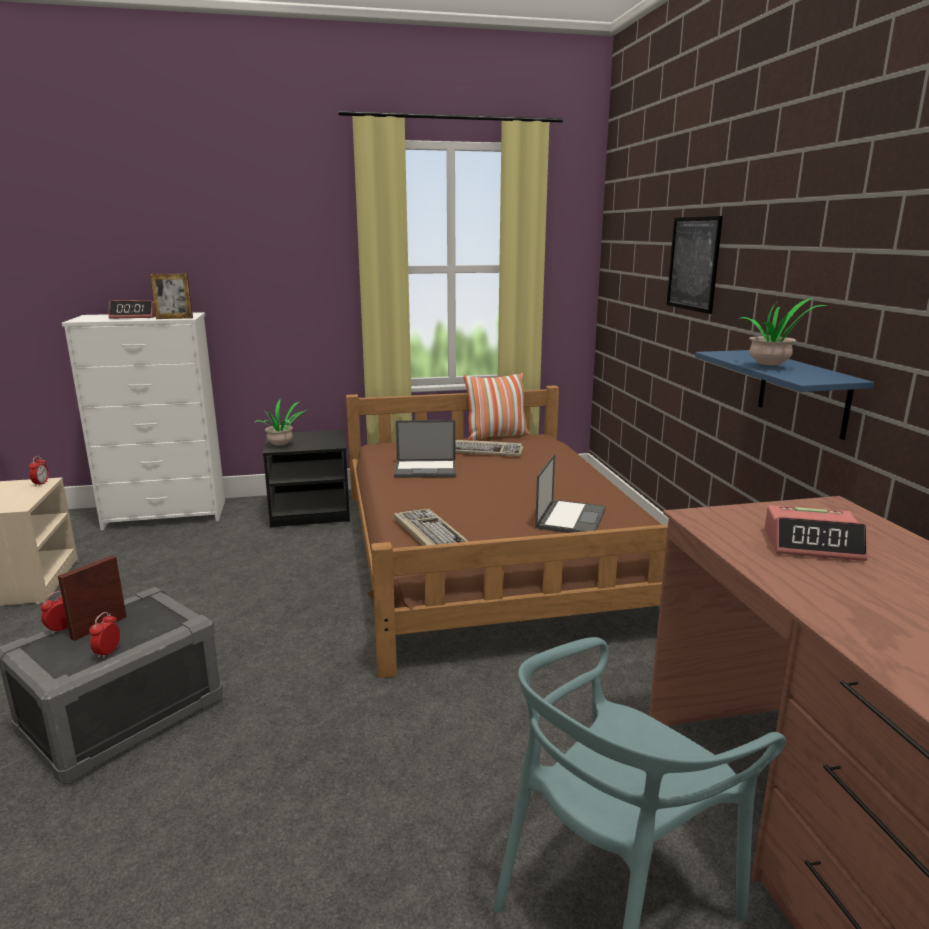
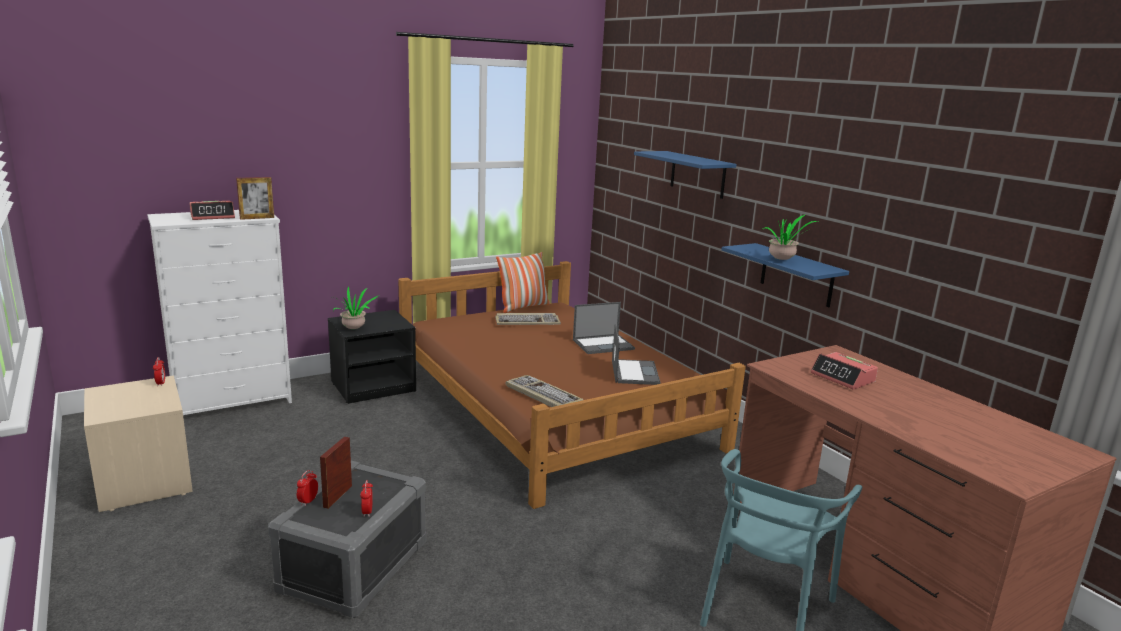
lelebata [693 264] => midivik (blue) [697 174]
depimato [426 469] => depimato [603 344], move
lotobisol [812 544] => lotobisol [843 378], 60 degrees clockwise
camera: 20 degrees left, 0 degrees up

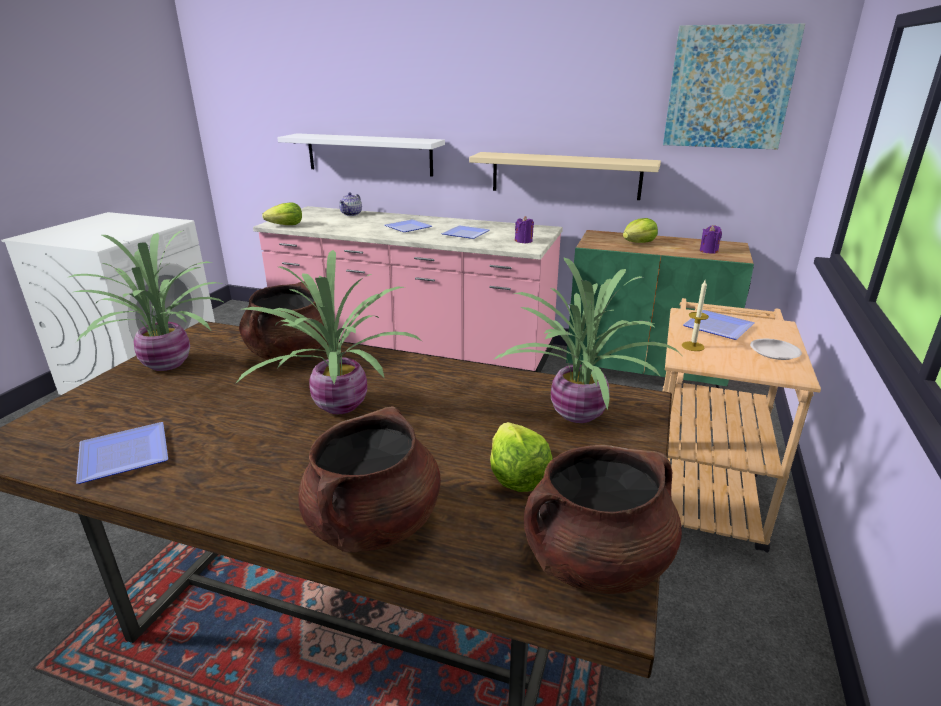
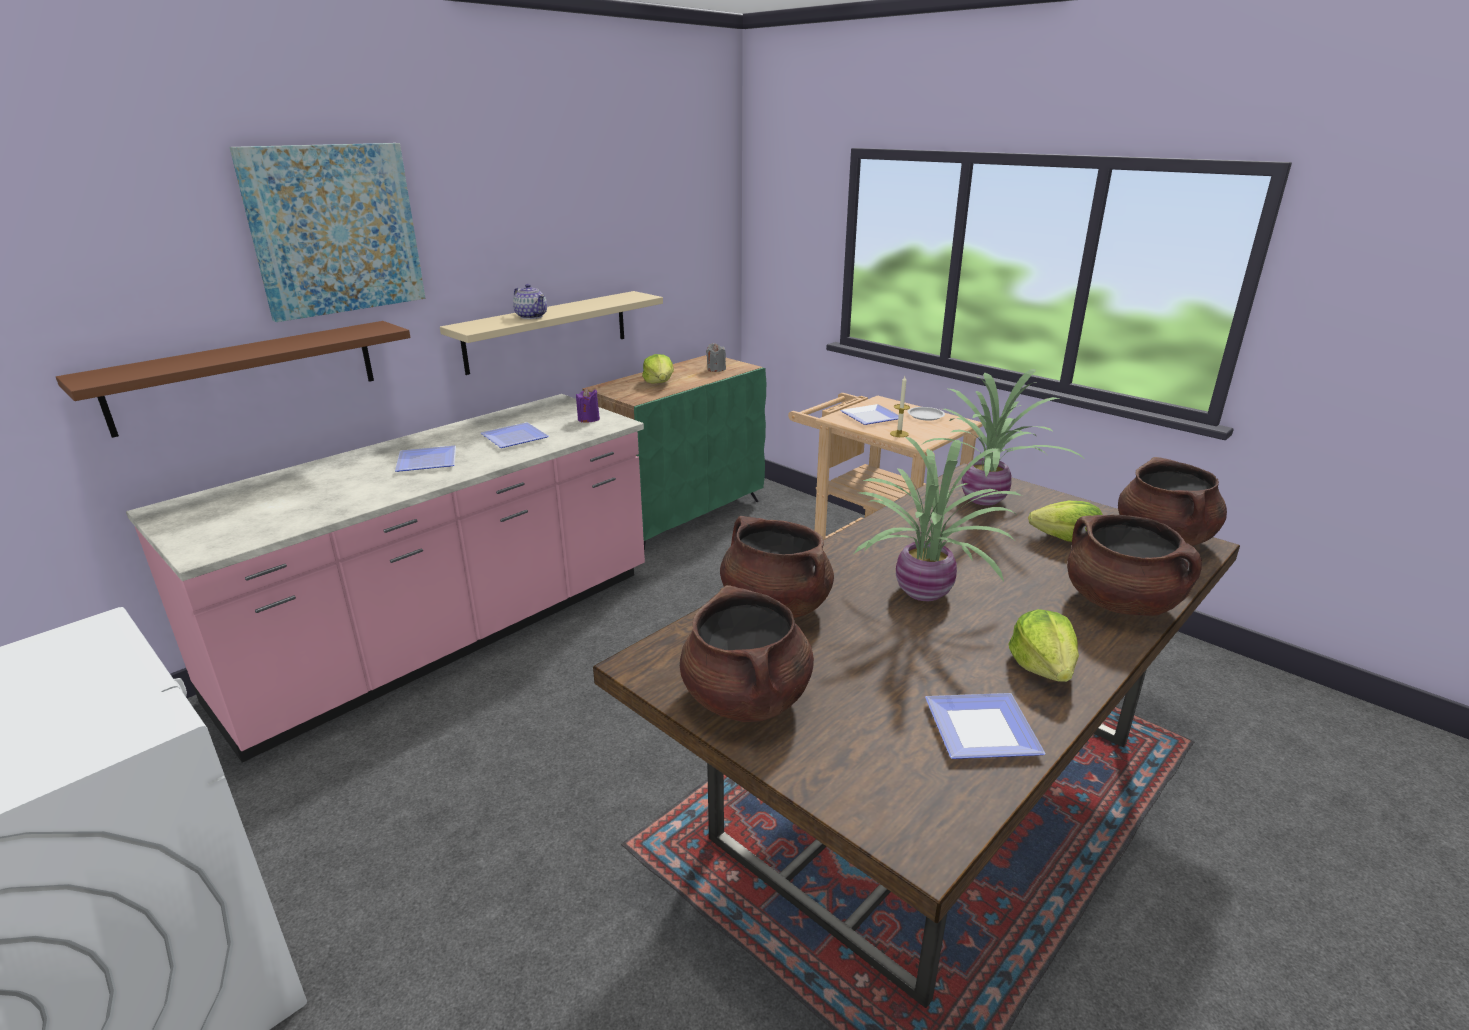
lelebata [728 88] => lelebata [335 230], move
midivik (white) [369 154] => midivik (brown) [246 376]
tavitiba [351 214] => tavitiba [531 316], move
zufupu [286 225] => zufupu [1043 667], move
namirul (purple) [708 251] => namirul (grey) [716 369]
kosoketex [167 365] => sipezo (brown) [746 698]
camera: 65 degrees left, 0 degrees up

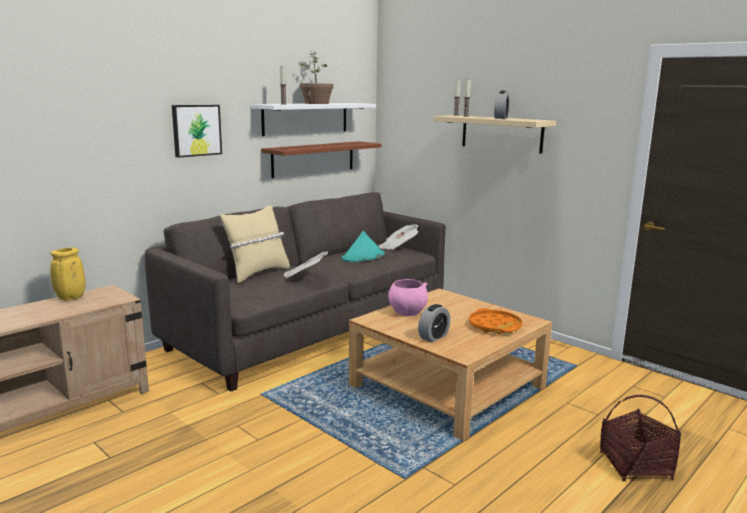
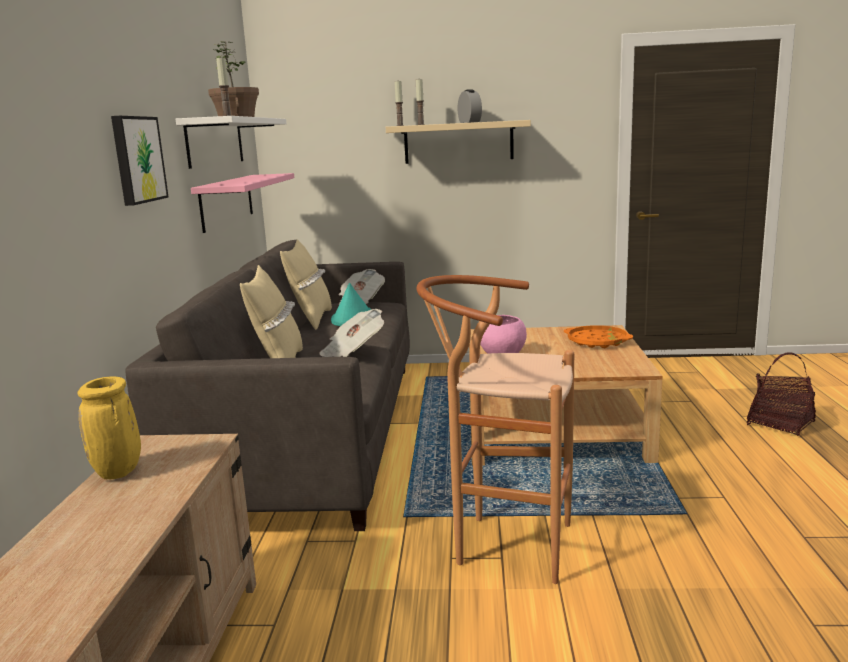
midivik (brown) [313 159] => midivik (pink) [227 201]
lotobisol [433 337] => nothing
nothing => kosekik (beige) [310 320]
nothing => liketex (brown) [502 544]
camera: 40 degrees left, 0 degrees up

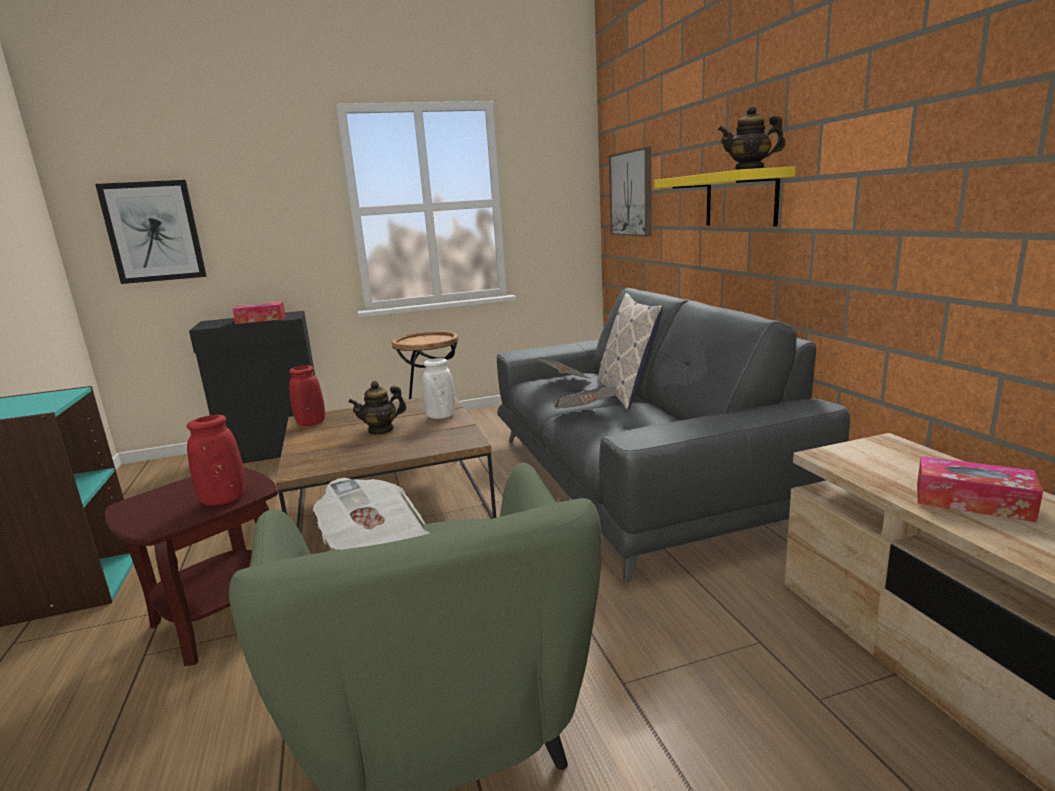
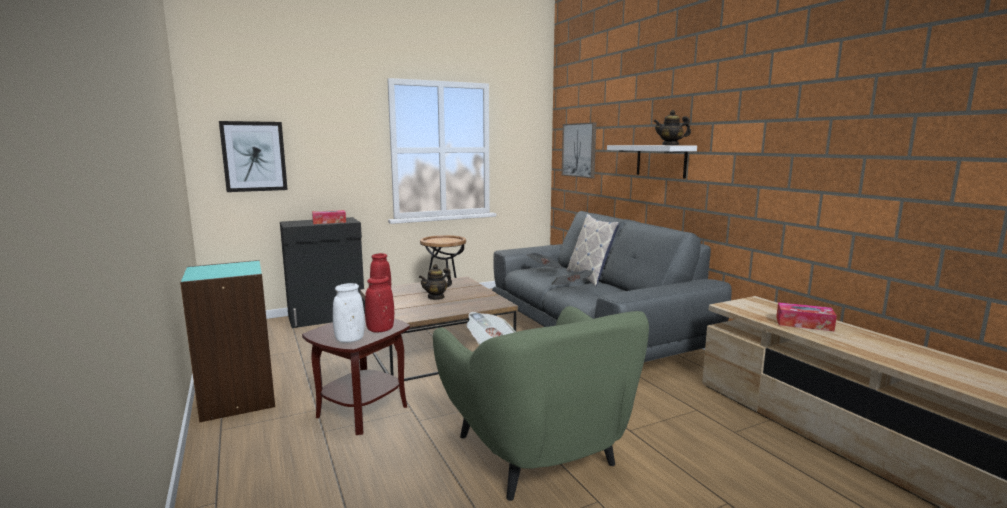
midivik (yellow) [740 199] => midivik (white) [661 160]
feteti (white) [441 416] => feteti (white) [350 340], move
camera: 10 degrees left, 5 degrees down

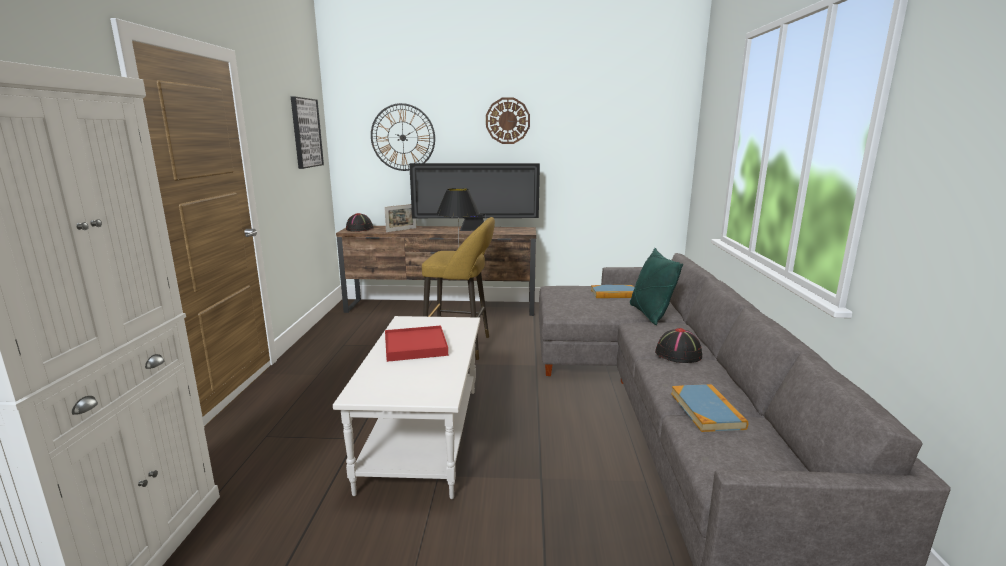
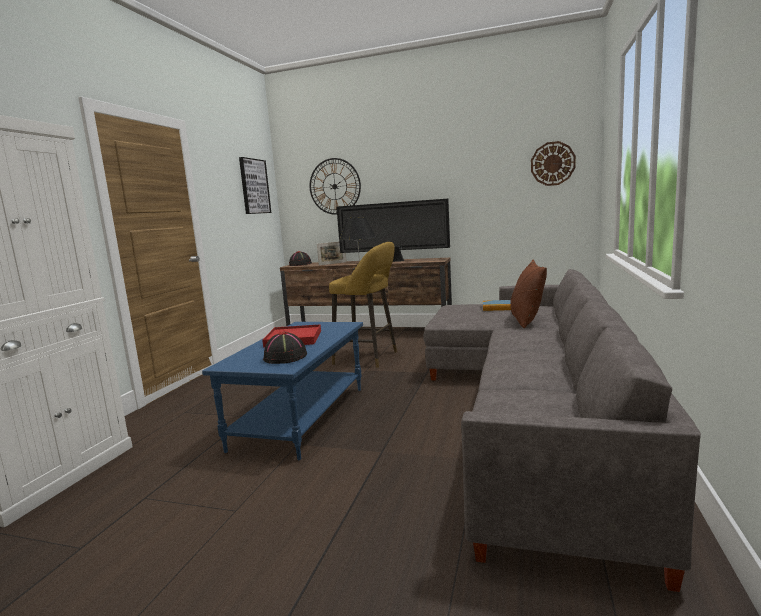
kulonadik [507 121] => kulonadik [552 163], move
kosekik (green) [650 314] => kosekik (brown) [526 321]
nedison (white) [424 436] => nedison (blue) [302 417]
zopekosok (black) [678 354] => zopekosok (black) [285 357], move
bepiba [707 410] => nothing
camera: 15 degrees right, 5 degrees down

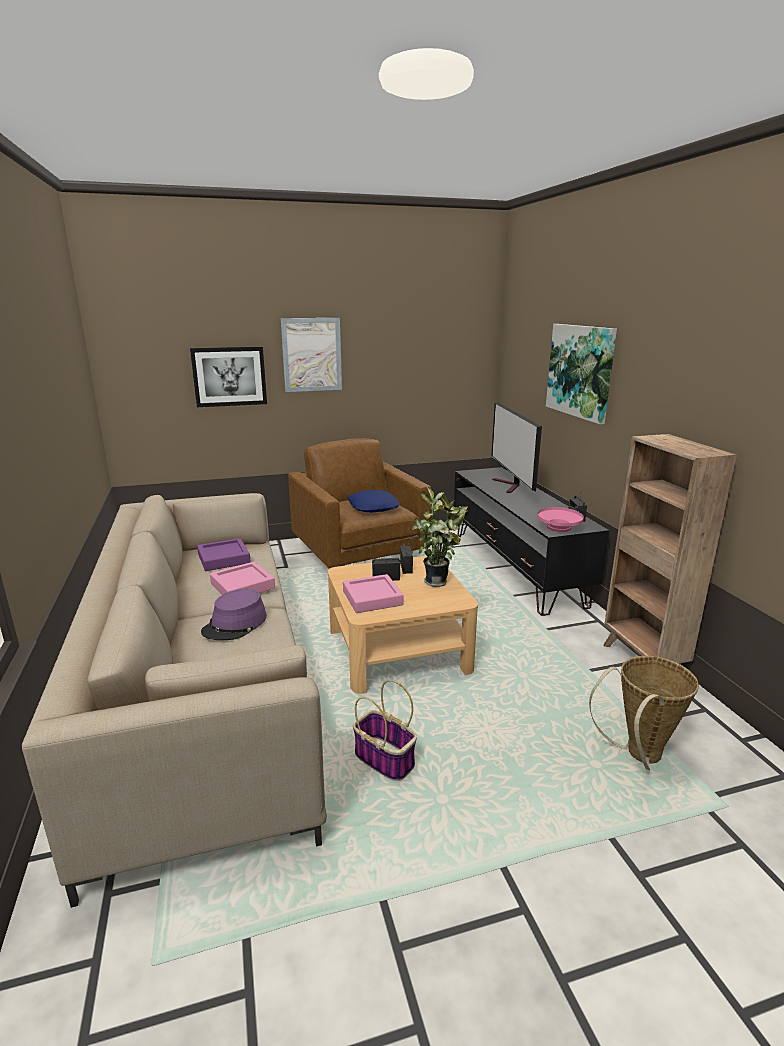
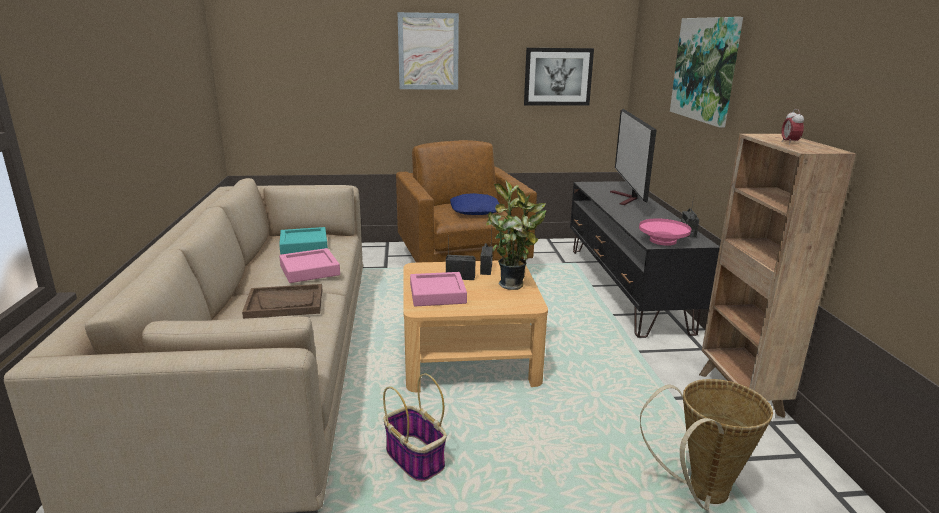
lelebata [229 376] => lelebata [558 76], move
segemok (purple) [224 559] => segemok (turquoise) [304 245]
zopekosok (purple) [235 624] => segemok (brown) [285 303]
nothing => lotobisol [789 143]
camera: 10 degrees right, 0 degrees up

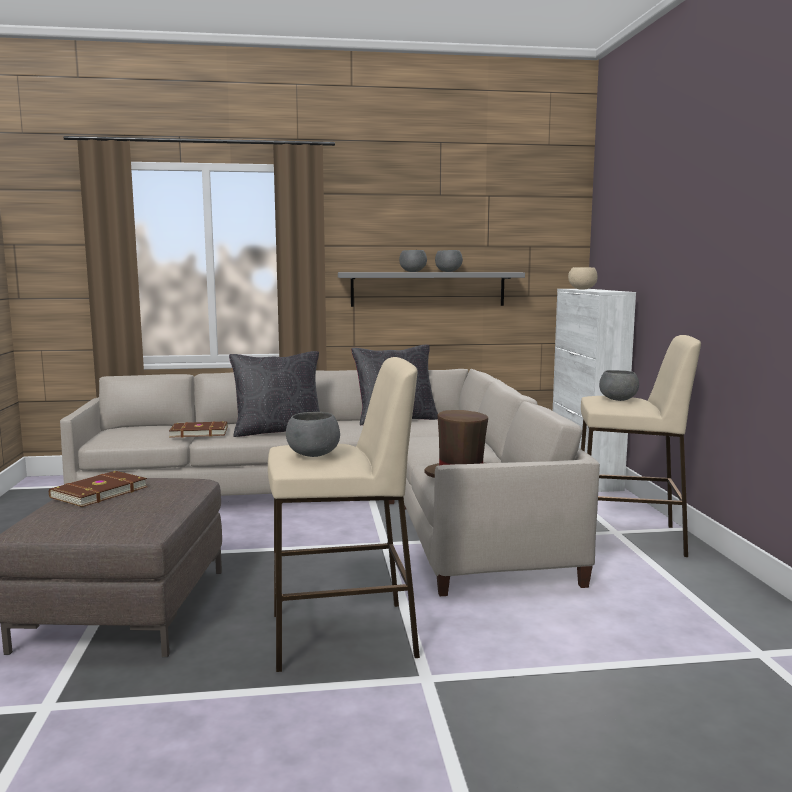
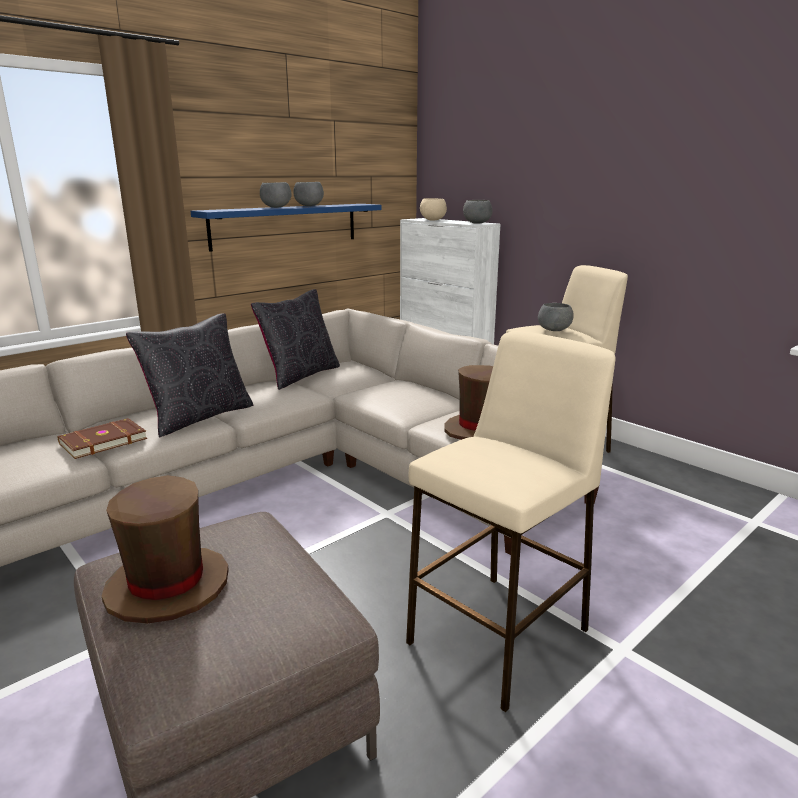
midivik (grey) [428 289] => midivik (blue) [286 225]
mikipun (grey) [313 455] => mikipun (grey) [476 223], move
bepiba (brown) [98 492] => zopekosok (brown) [168 586]
camera: 35 degrees left, 10 degrees up

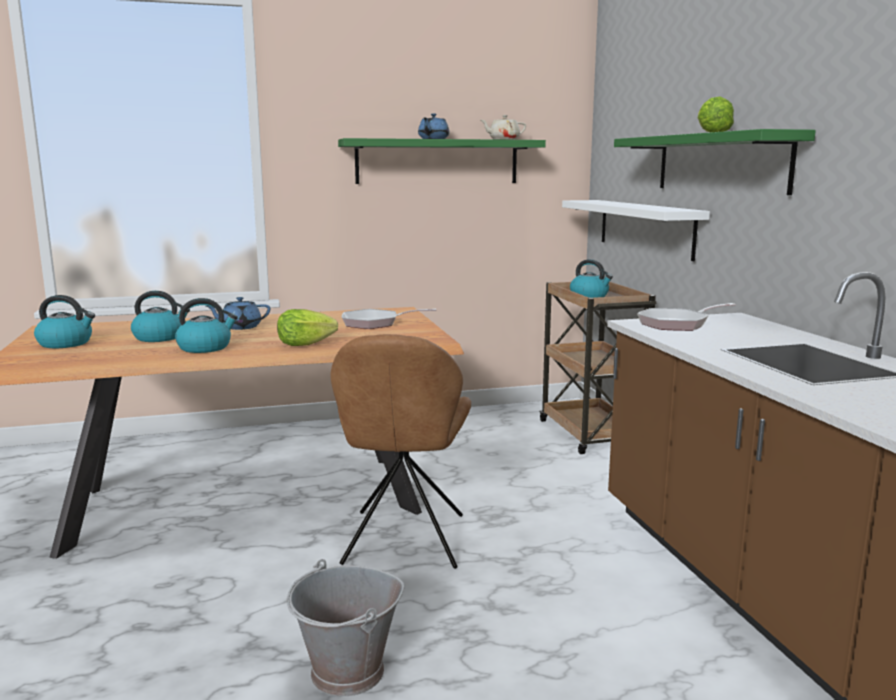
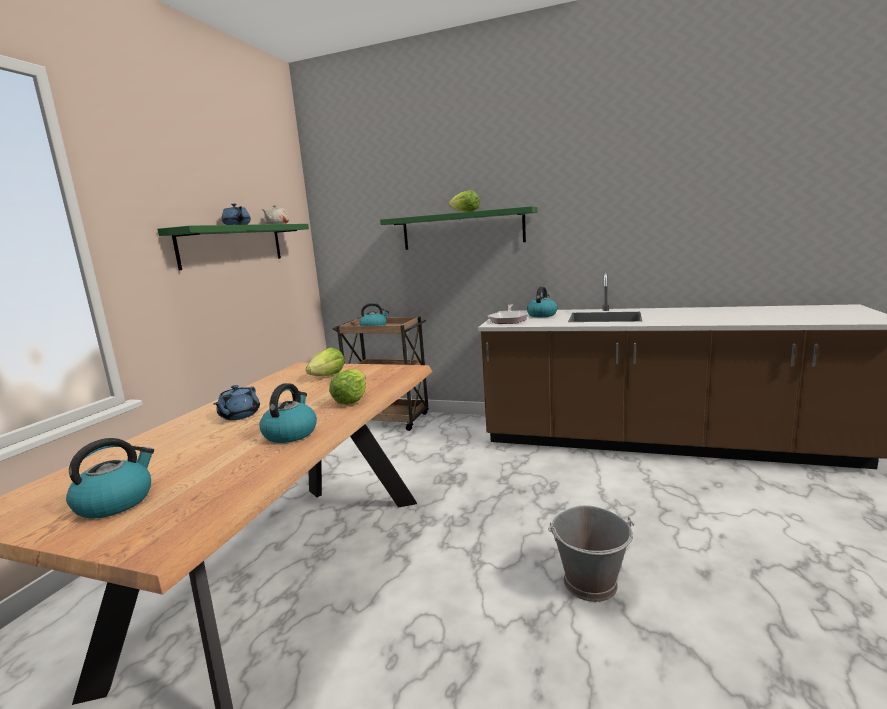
midivik (white) [645 227] => nothing
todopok [160 337] => todopok [542 315], move
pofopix [375 323] => zufupu [328 376]
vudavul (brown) [404 542] => nothing
camera: 55 degrees left, 0 degrees up

